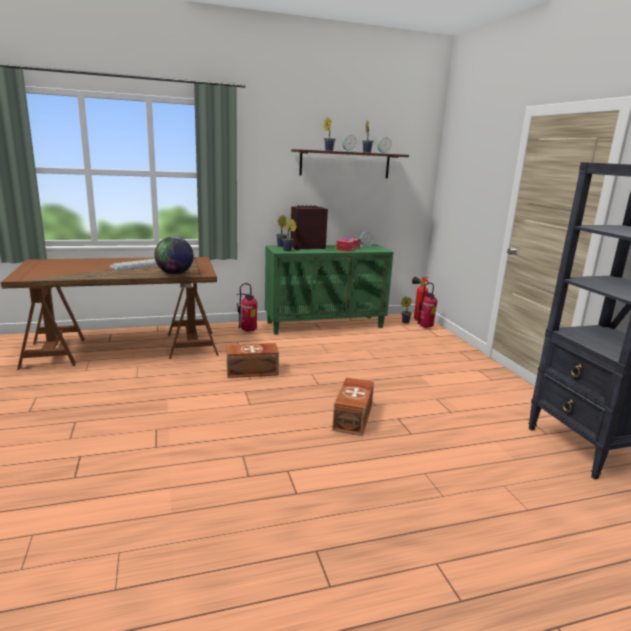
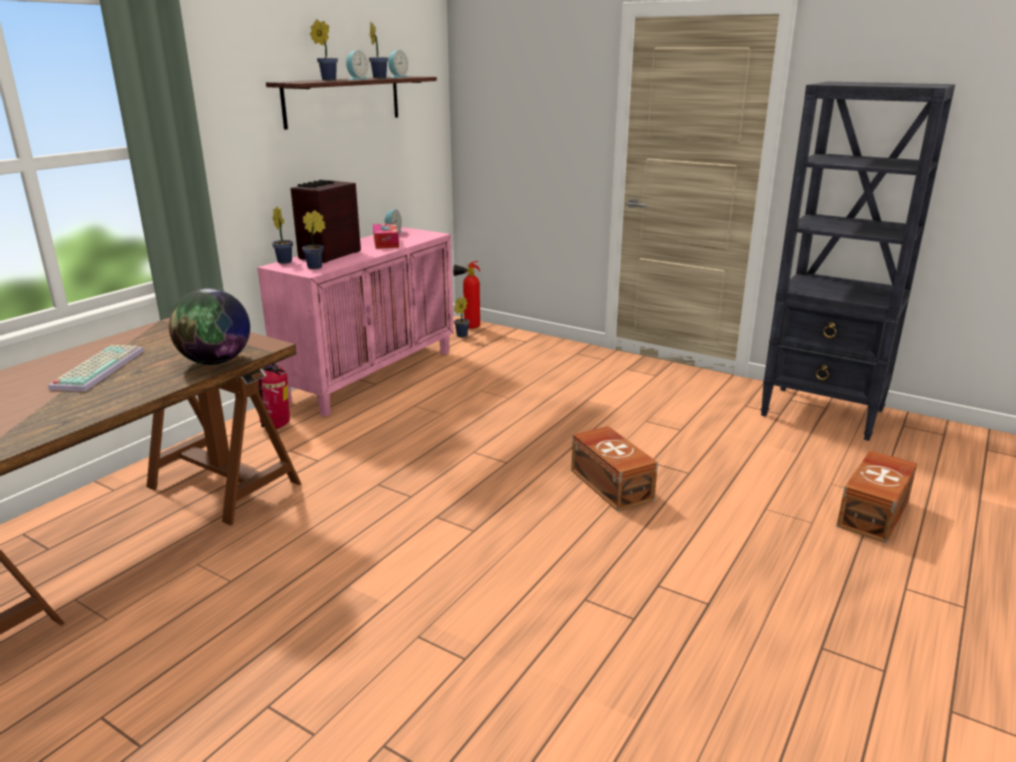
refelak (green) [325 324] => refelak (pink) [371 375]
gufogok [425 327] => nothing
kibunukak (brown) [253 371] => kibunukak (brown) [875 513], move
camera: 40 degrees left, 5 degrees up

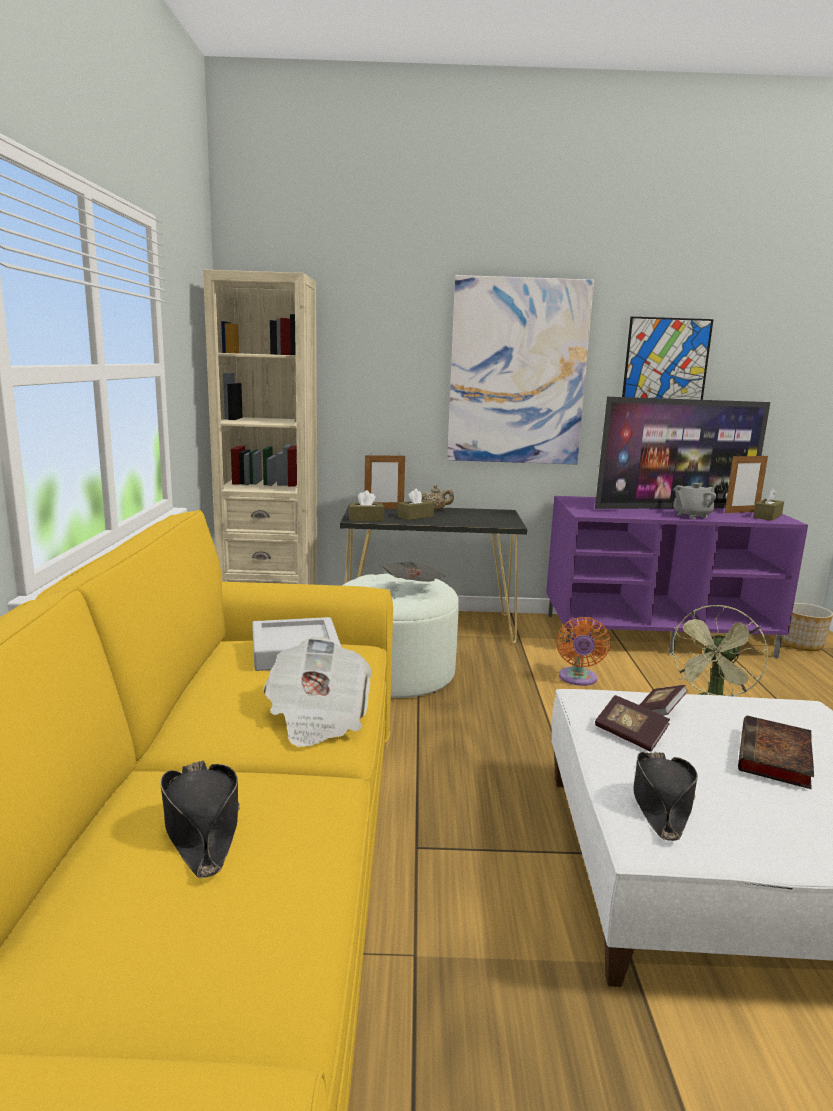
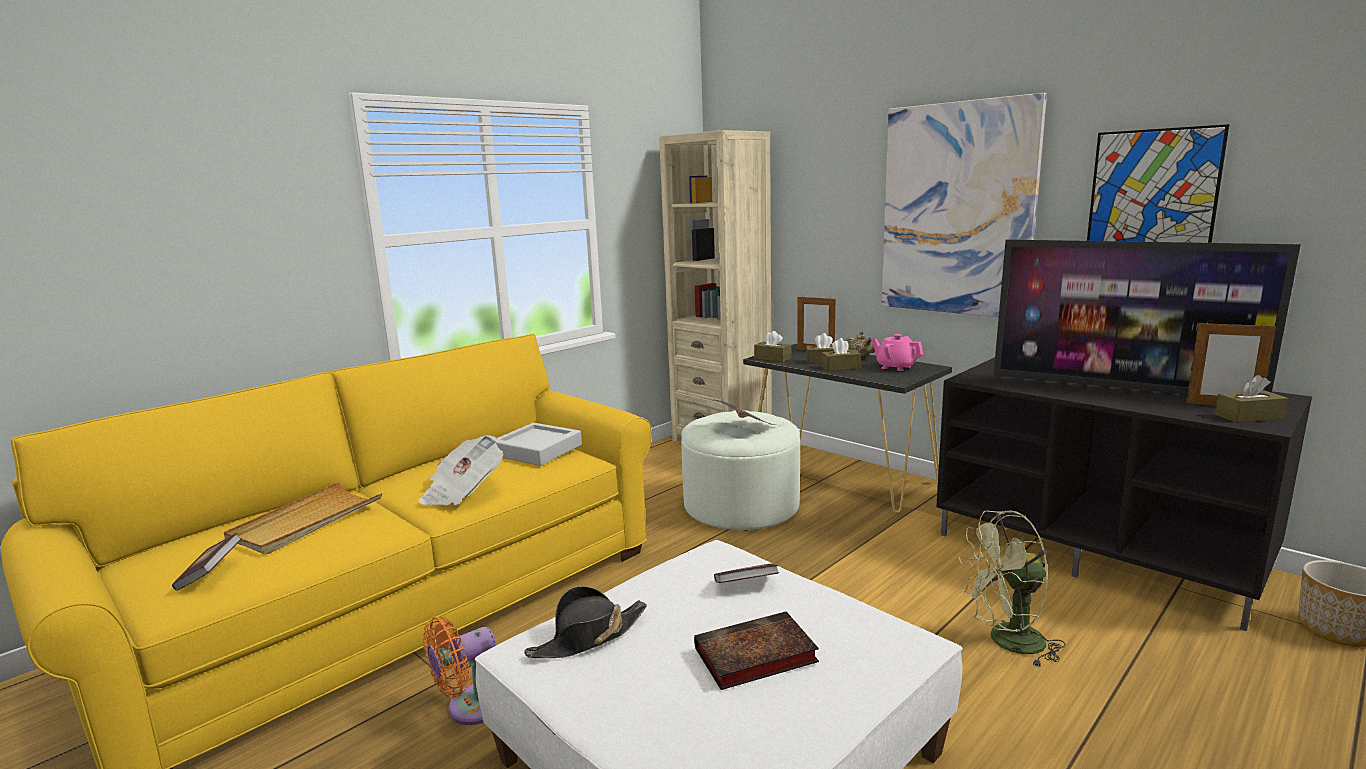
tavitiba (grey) [691 516] => nothing
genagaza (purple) [657 635] => genagaza (black) [1098 551]
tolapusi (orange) [578 679] => tolapusi (orange) [471 708], move
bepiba [630 735] => bepiba [210 574], move
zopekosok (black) [201 826] => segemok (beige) [306 522]
nothing => tavitiba (pink) [895 367]
nothing => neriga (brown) [840 367]
camera: 45 degrees right, 0 degrees up

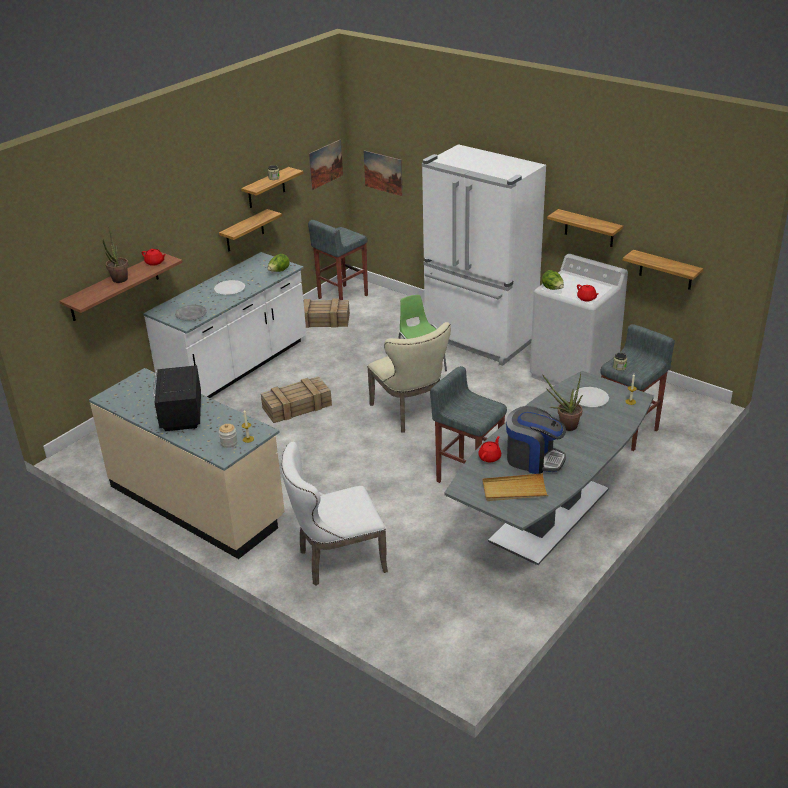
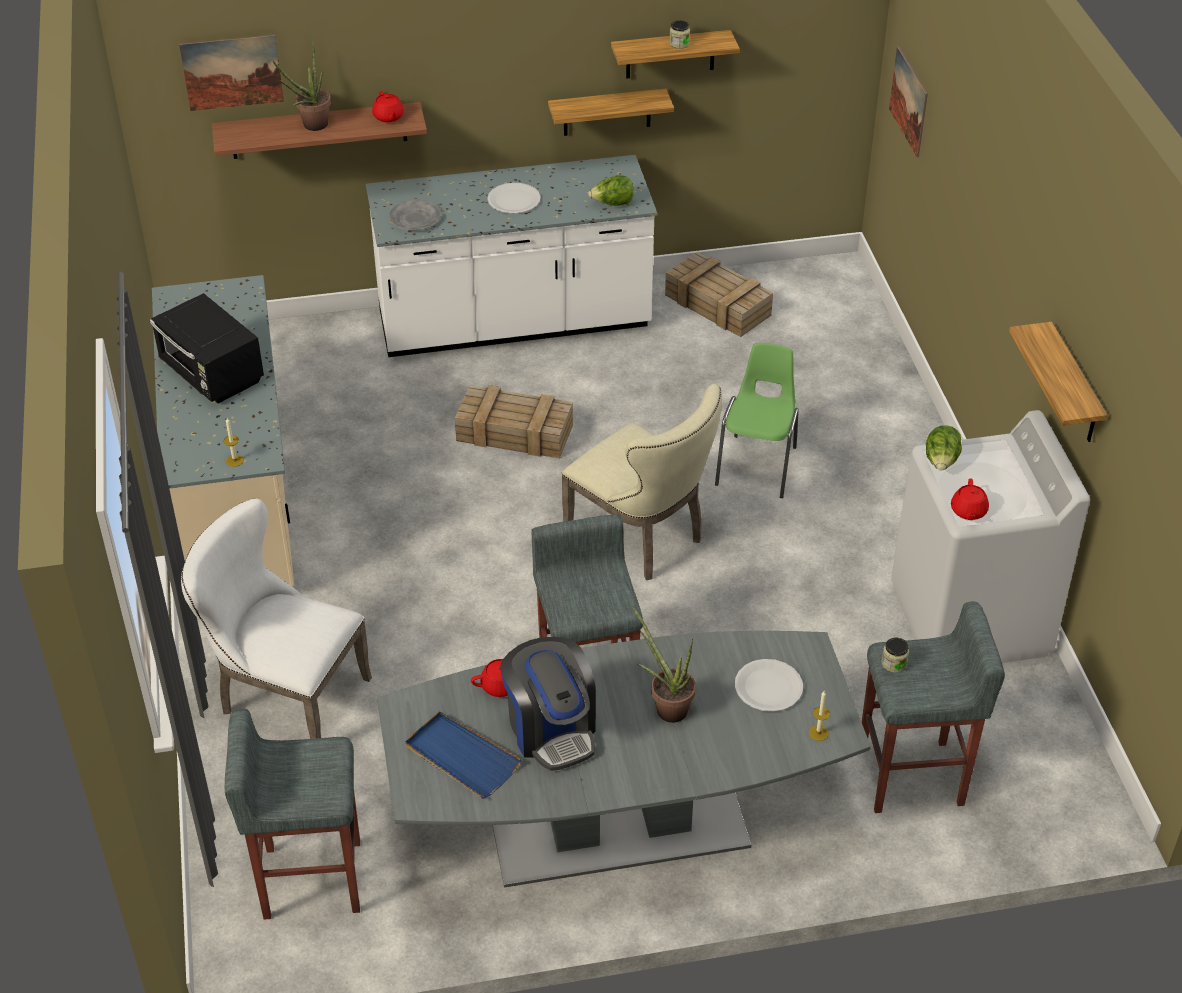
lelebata [325 164] => lelebata [232 72], move
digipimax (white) [479 340] => nothing
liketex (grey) [342 297] => liketex (grey) [310 879], move
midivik [666 270] => nothing
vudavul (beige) [410 413] => vudavul (beige) [642 538], 60 degrees counterclockwise
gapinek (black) [181 415] => gapinek (black) [212 374], 75 degrees counterclockwise
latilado [229 443] => nothing
segemok (beige) [514 490] => segemok (blue) [461 757]
camera: 40 degrees right, 10 degrees up

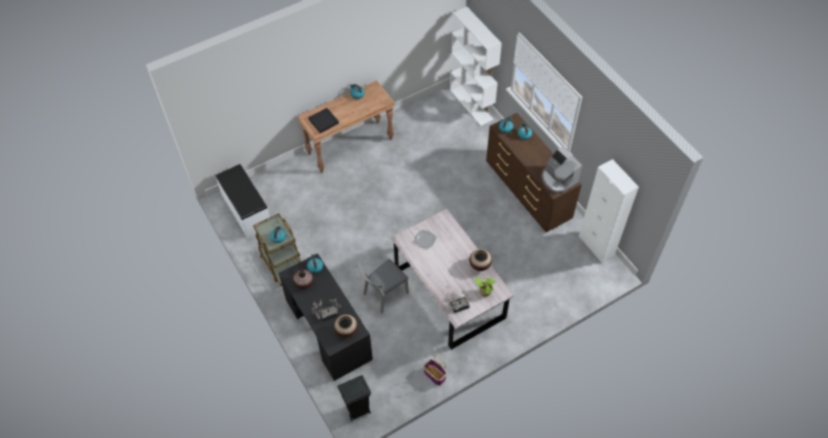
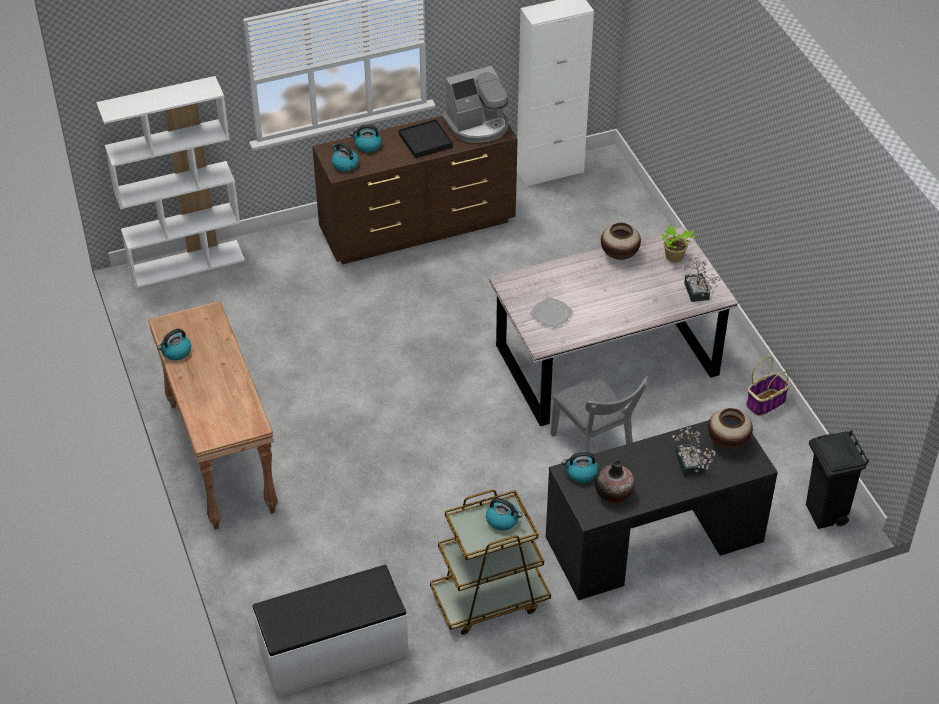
segemok (black) [323 121] => segemok (black) [425 141], move
camera: 80 degrees left, 10 degrees down

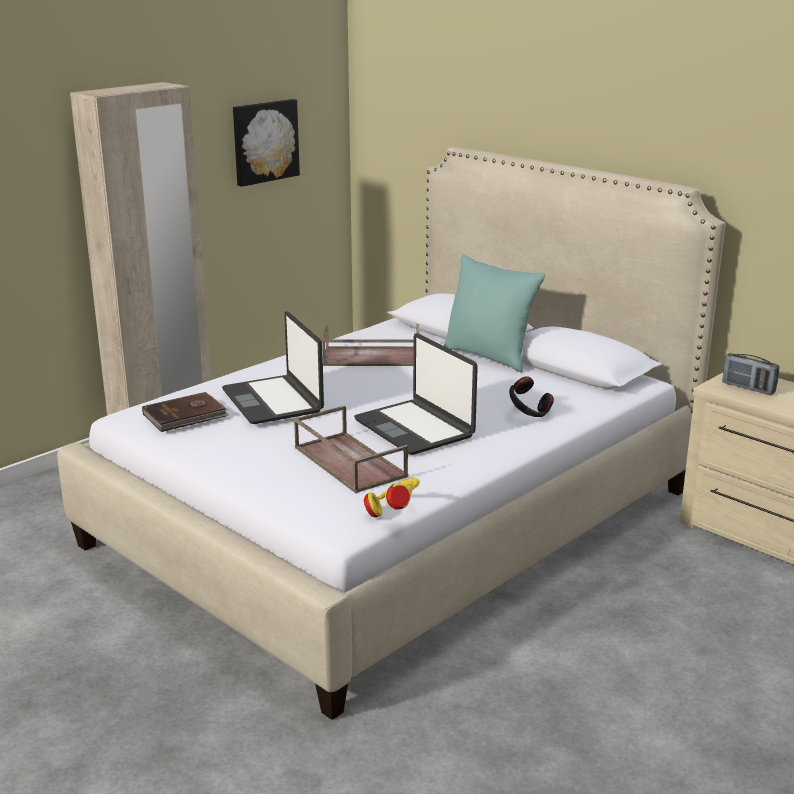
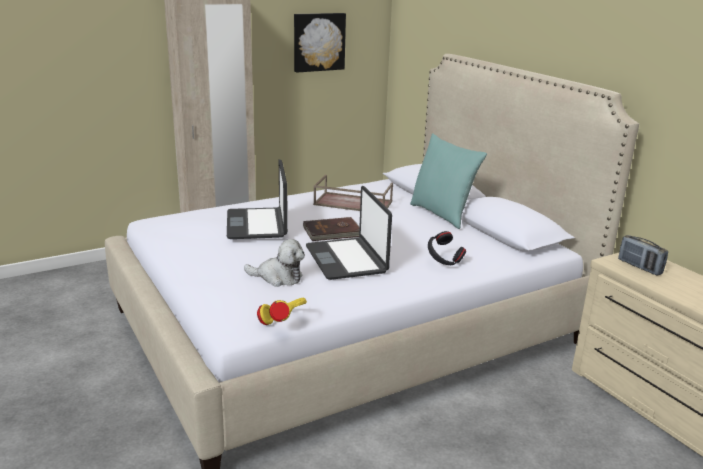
bepiba (brown) [186 415] => bepiba (brown) [333 232], move
segemok (brown) [348 462] => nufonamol [278 277]
camera: 15 degrees right, 0 degrees up

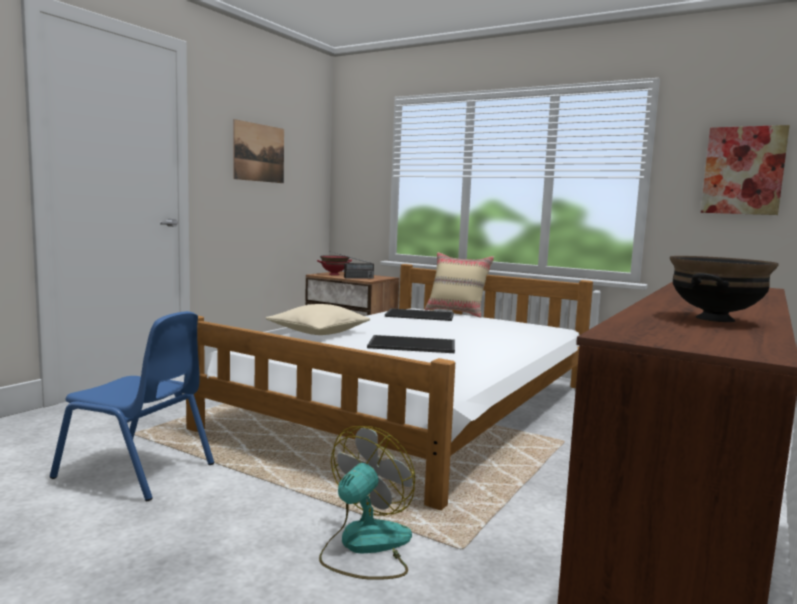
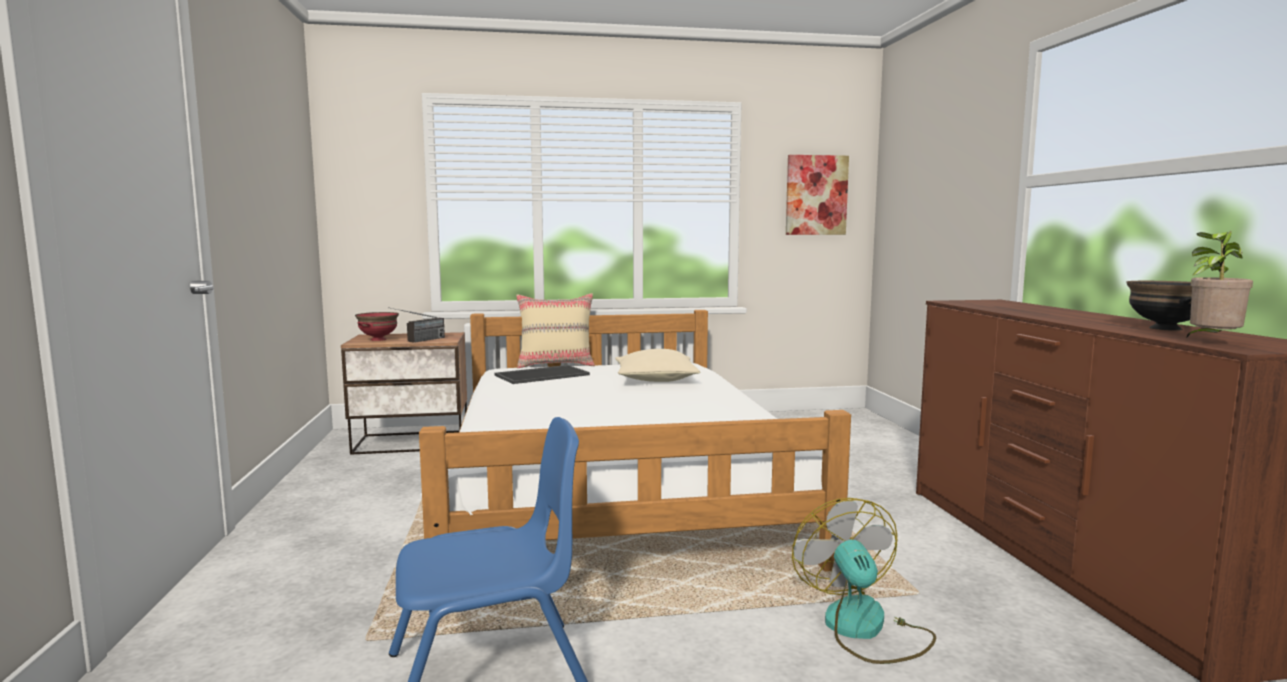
lelebata [259 153] => nothing
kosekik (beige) [318 332] => kosekik (beige) [655 379], move
segemok [413 345] => nothing
nothing => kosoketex [1211 342]
camera: 40 degrees left, 0 degrees up

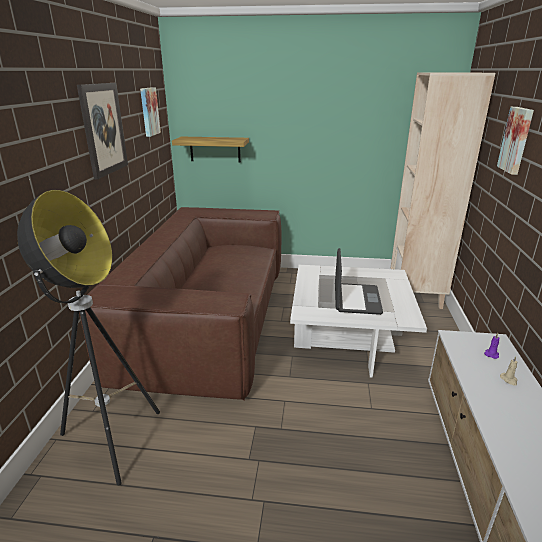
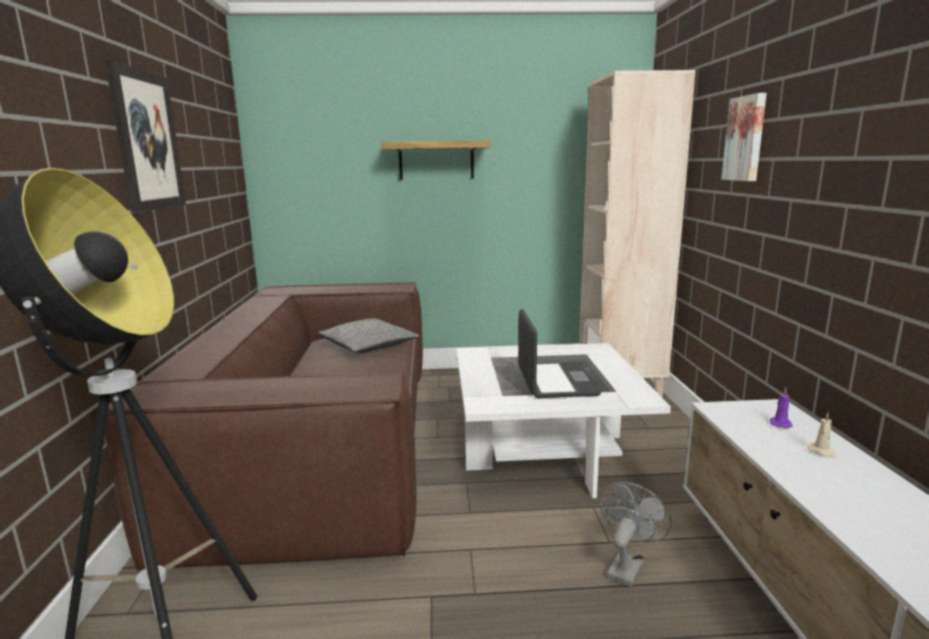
lelebata [148 111] => nothing
midivik [215 149] => midivik [436 160], move
nothing => kosekik (grey) [368 345]
nothing => tolapusi (grey) [627 565]
camera: 10 degrees left, 10 degrees down

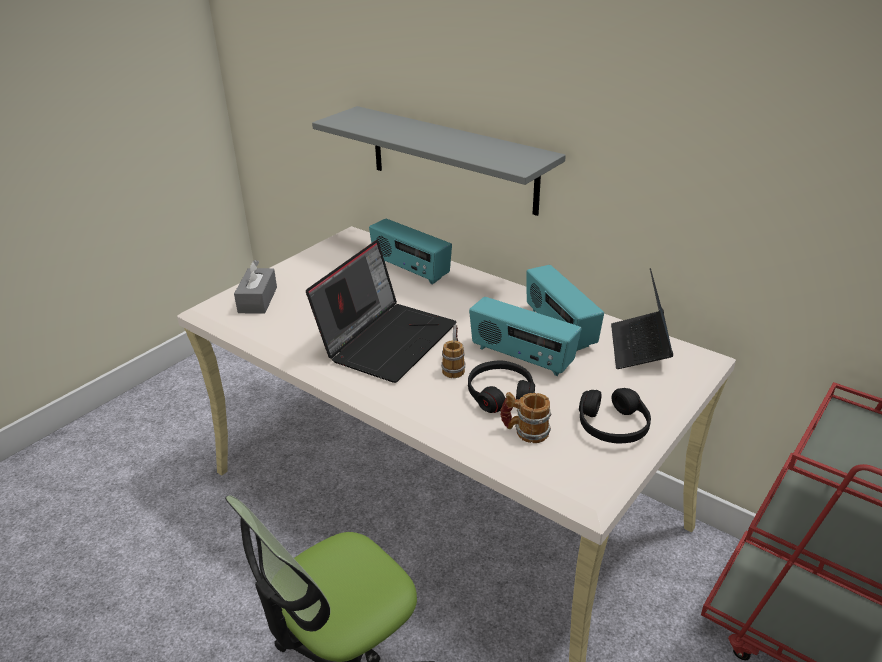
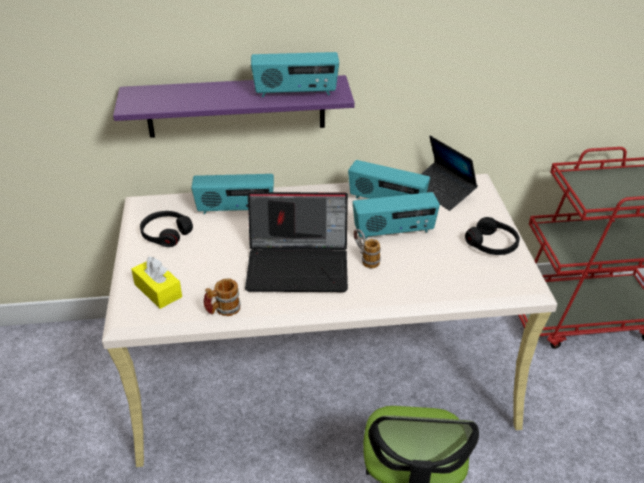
midivik (grey) [452 159] => midivik (purple) [236 106]
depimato [387 339] => depimato [299 266], 105 degrees clockwise
neriga (grey) [257 300] => neriga (yellow) [158 290]
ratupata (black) [500 394] => ratupata (black) [166 234], move
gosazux [525 431] => gosazux [223 310], move
nothing => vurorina [295 93]
camera: 45 degrees left, 5 degrees up

